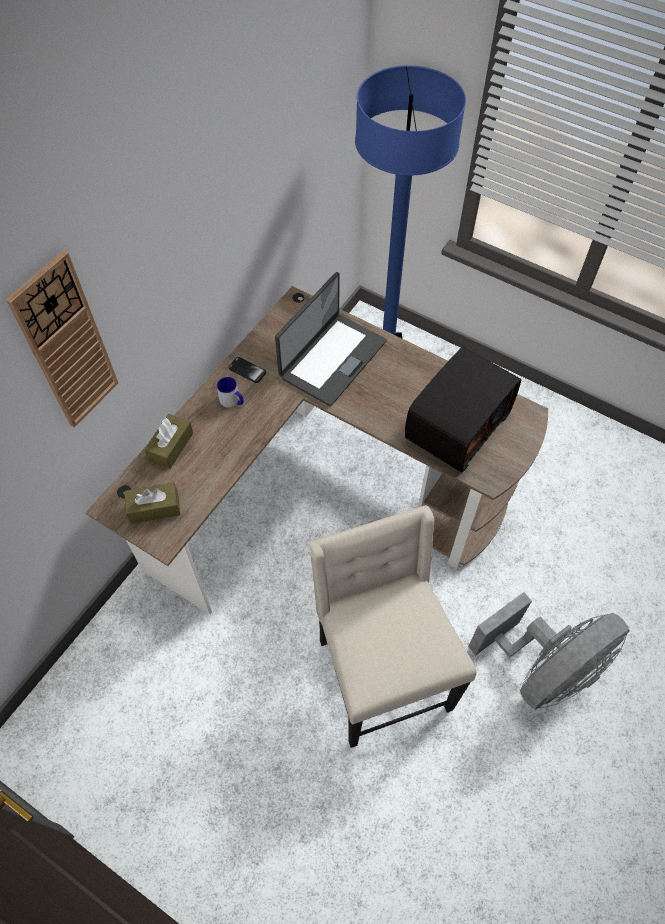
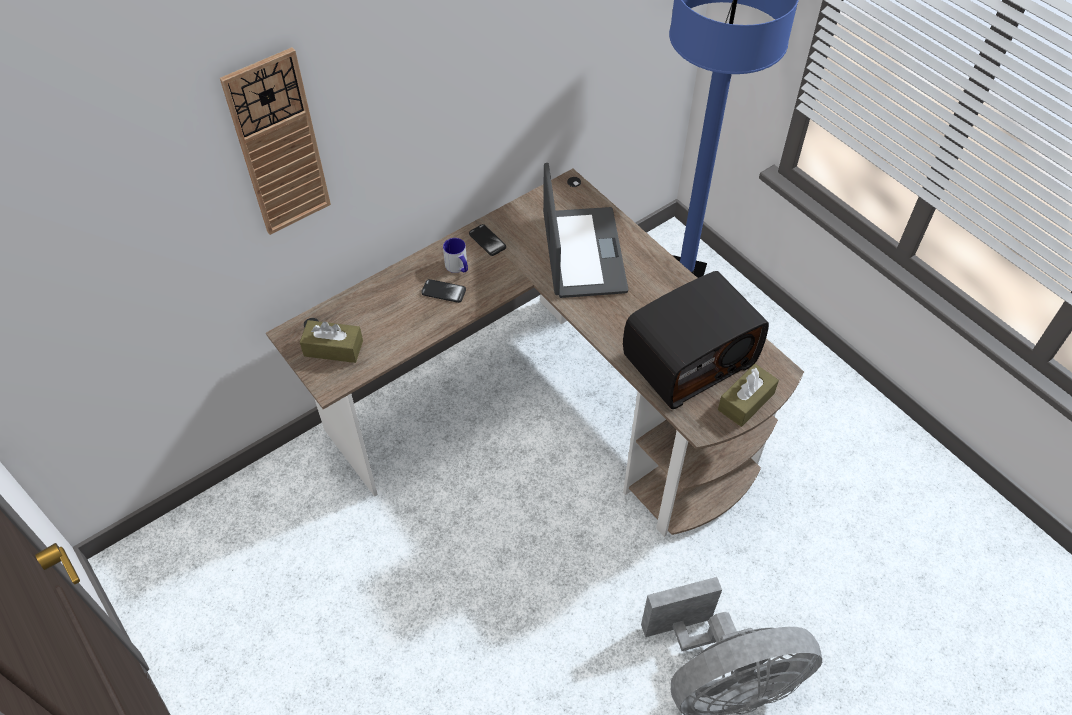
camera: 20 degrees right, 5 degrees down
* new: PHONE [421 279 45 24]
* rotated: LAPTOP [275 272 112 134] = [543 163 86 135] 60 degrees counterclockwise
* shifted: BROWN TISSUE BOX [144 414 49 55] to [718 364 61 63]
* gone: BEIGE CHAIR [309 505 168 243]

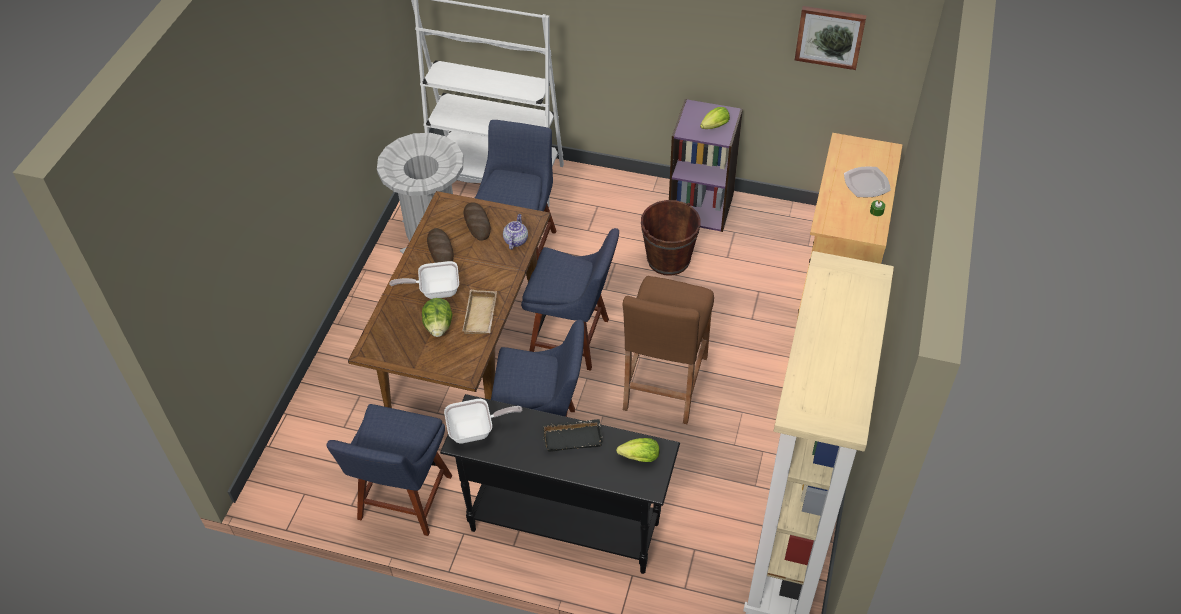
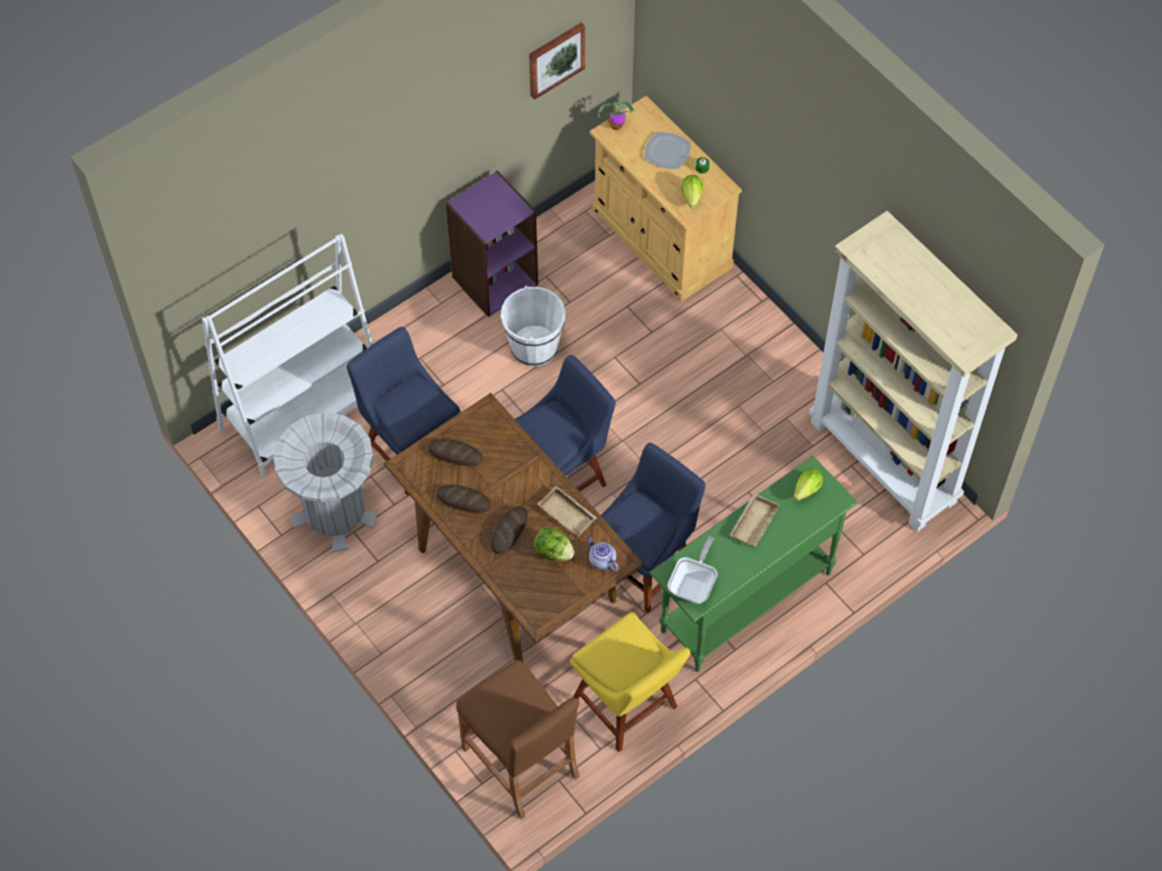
camera: 55 degrees left, 10 degrees up
* shifted: BROWN STOOL [623 276 91 148] to [456 660 124 160]
* swapped: FRYING PAN [390 261 69 38] to BREAD [491 506 37 48]
* repainted: BROWN BUCKET [641 200 60 76] to WHITE BUCKET [501 286 65 80]
* repainted: BLUE CHAIR [326 404 126 132] to YELLOW CHAIR [570 612 121 140]
* shifted: TEAPOT [503 214 25 35] to [587 536 32 36]
* new: POTTED PLANT [598 101 37 29]
* repainted: BLACK CONSOLE TABLE [440 394 240 180] to GREEN CONSOLE TABLE [649 456 209 216]
* shifted: LETTUCE [700 107 30 22] to [682 175 21 33]
* repainted: BLACK TRAY [542 419 61 33] to BEIGE TRAY [730 493 50 54]

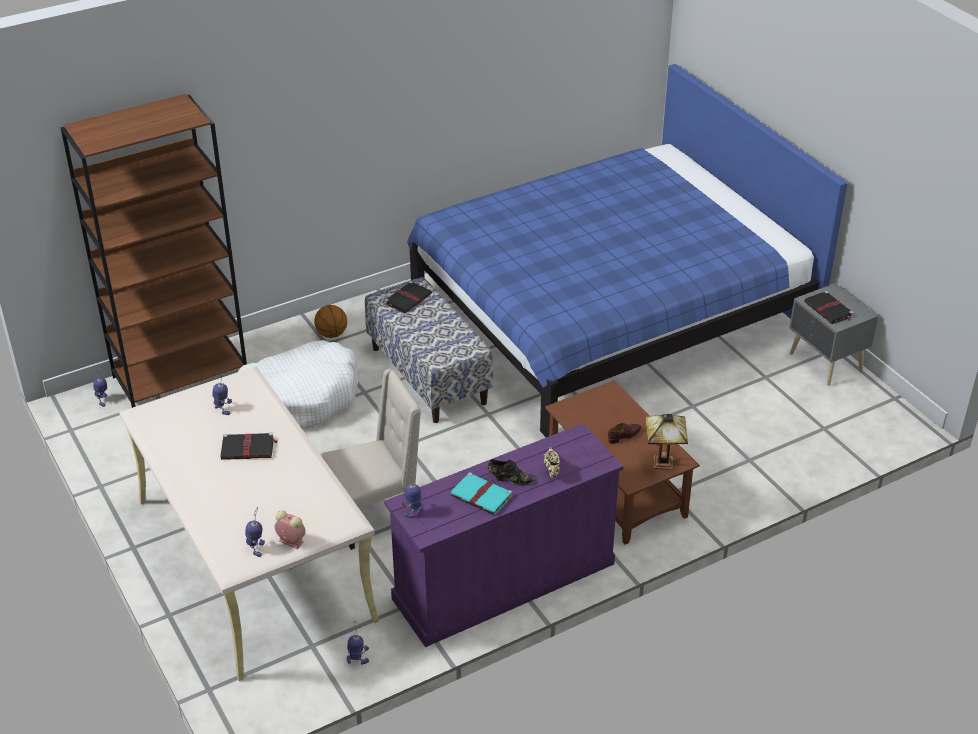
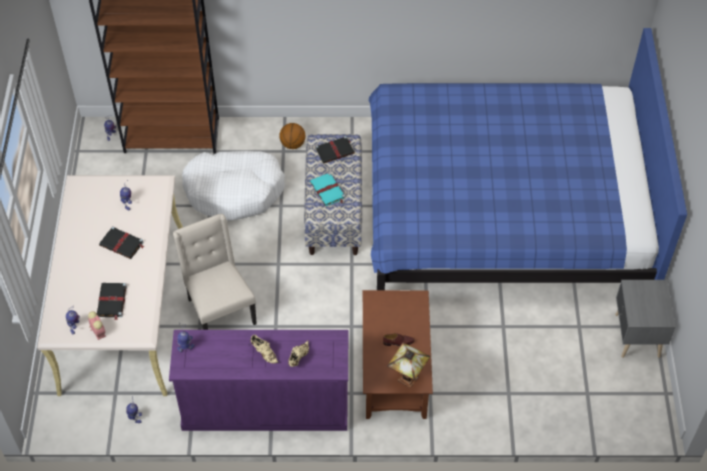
camera: 30 degrees right, 15 degrees up
* shifted: BLACK BOOK [804 291 50 33] to [97 283 30 37]
* rotated: BEIGE CHAIR [320 369 101 181] = [173 214 84 116] 120 degrees counterclockwise
* repainted: BLACK SHOE [488 459 48 27] to BEIGE SHOE [251 335 28 29]
* shifted: TURQUOISE BOOK [450 472 64 43] to [310 172 36 34]

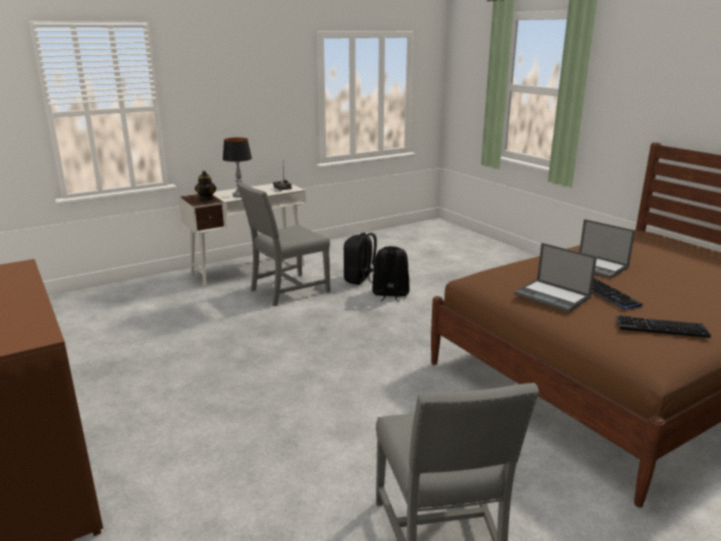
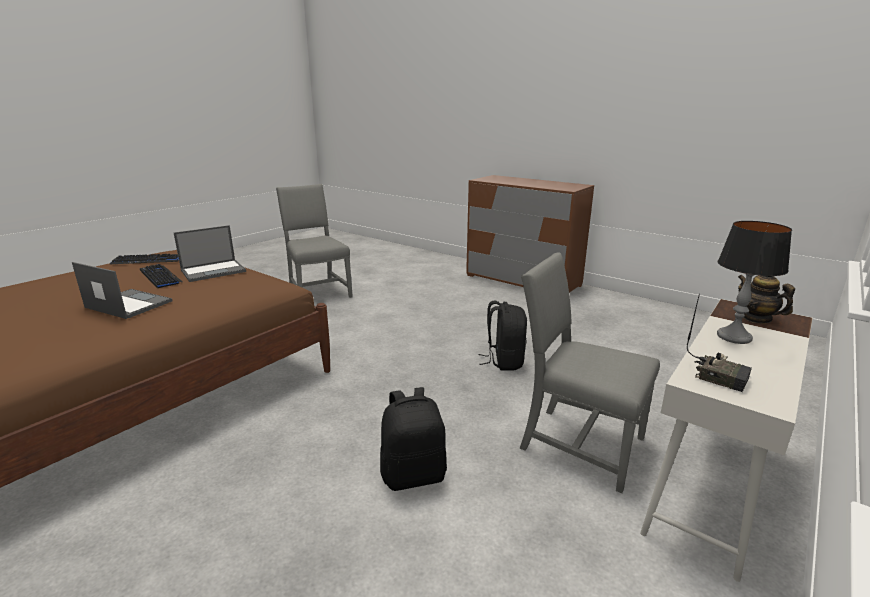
camera: 160 degrees right, 0 degrees up
* rotated: LAPTOP [514 243 83 69] = [174 225 72 57] 120 degrees clockwise
* shifted: BLACK BACKPACK [344 233 33 52] to [478 301 49 70]
* rotated: GREY CHAIR [236 182 94 124] = [520 252 140 241] 90 degrees counterclockwise

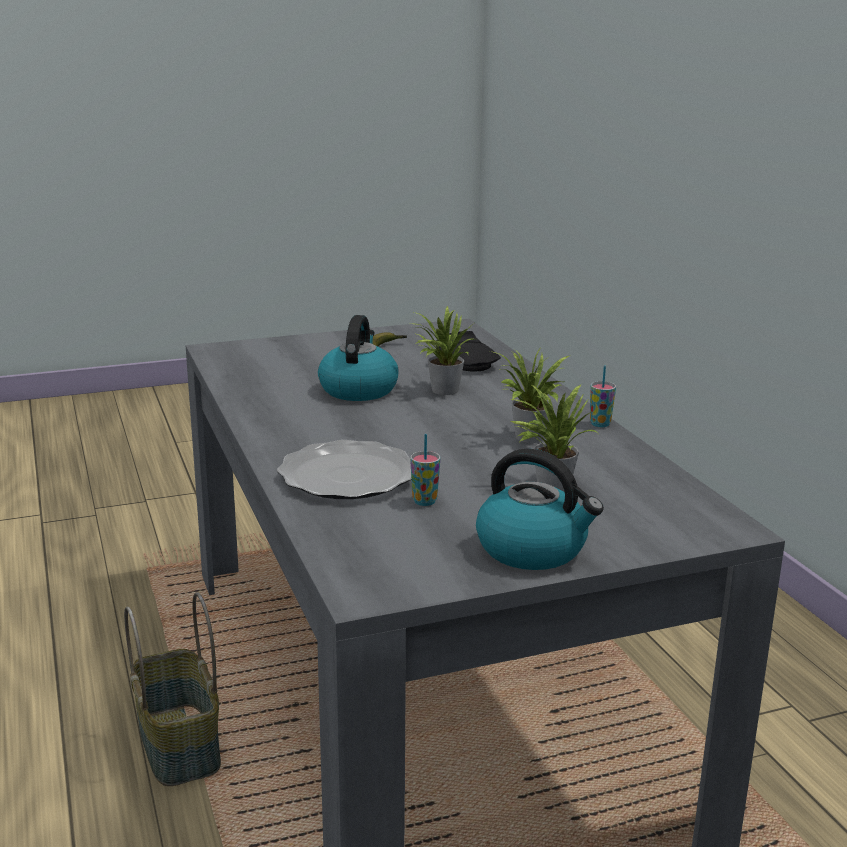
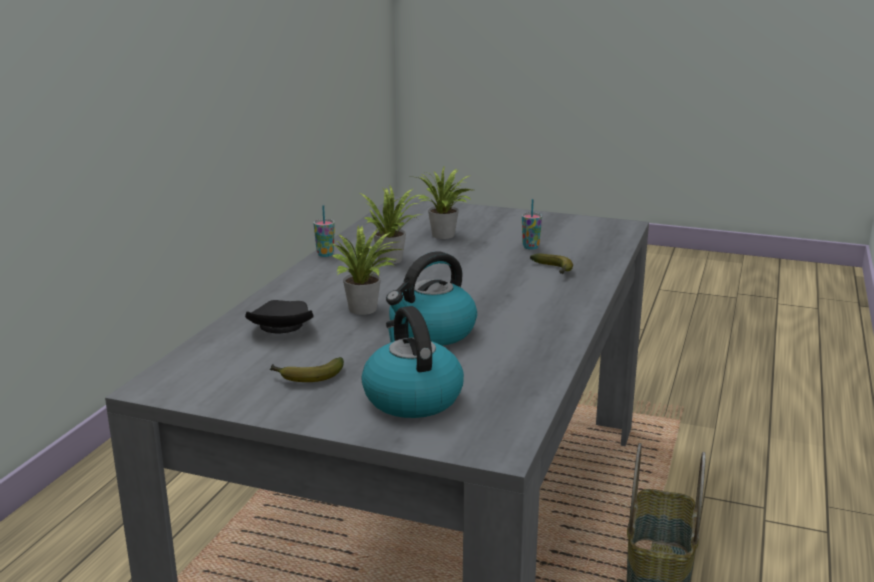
camera: 140 degrees left, 0 degrees up
* shifted: KETTLE [476 449 128 121] to [361 306 103 112]
* swapped: PLATE [277 440 135 59] to BANANA [530 254 43 20]

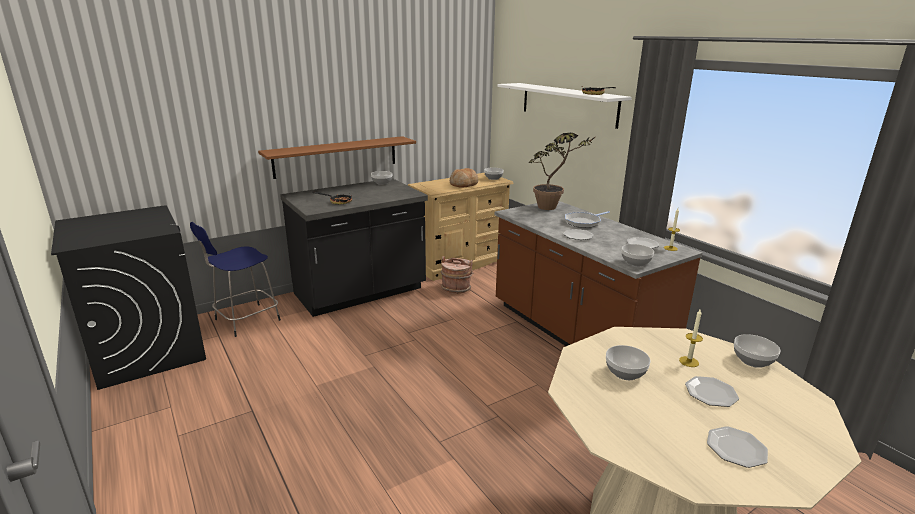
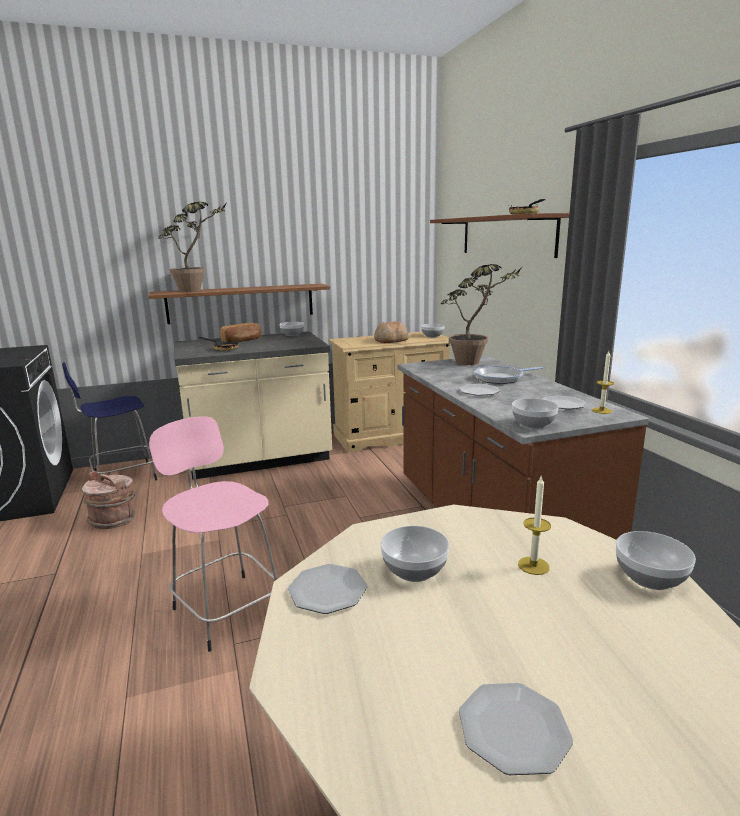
camera: 15 degrees right, 5 degrees down
* shifted: BROWN BUCKET [441 256 33 38] to [82 471 53 59]
* new: PINK STOOL [149 416 128 236]
* new: POTTED PLANT [158 202 68 90]
* repainted: BLACK COUNTER [280 178 148 139] to BEIGE COUNTER [174 331 158 149]
* new: BREAD [220 323 41 19]
* shifted: PLATE [685 376 54 31] to [288 564 79 50]
* repainted: WHITE SHELF [497 83 135 46] to BROWN SHELF [430 213 139 45]

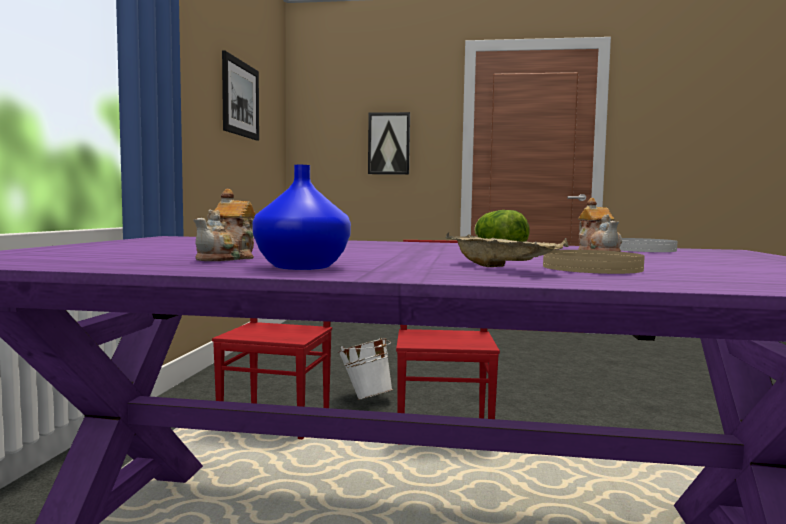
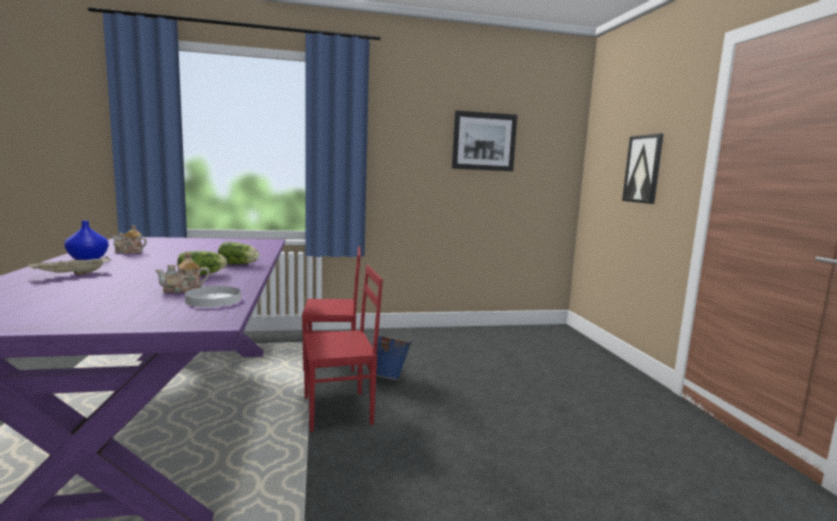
camera: 70 degrees right, 5 degrees up
* new: LETTUCE [218 242 42 22]
* repainted: WHITE BUCKET [338 338 55 62] to BLUE BUCKET [373 335 40 45]
* gone: BEIGE PLATE [543 250 102 24]

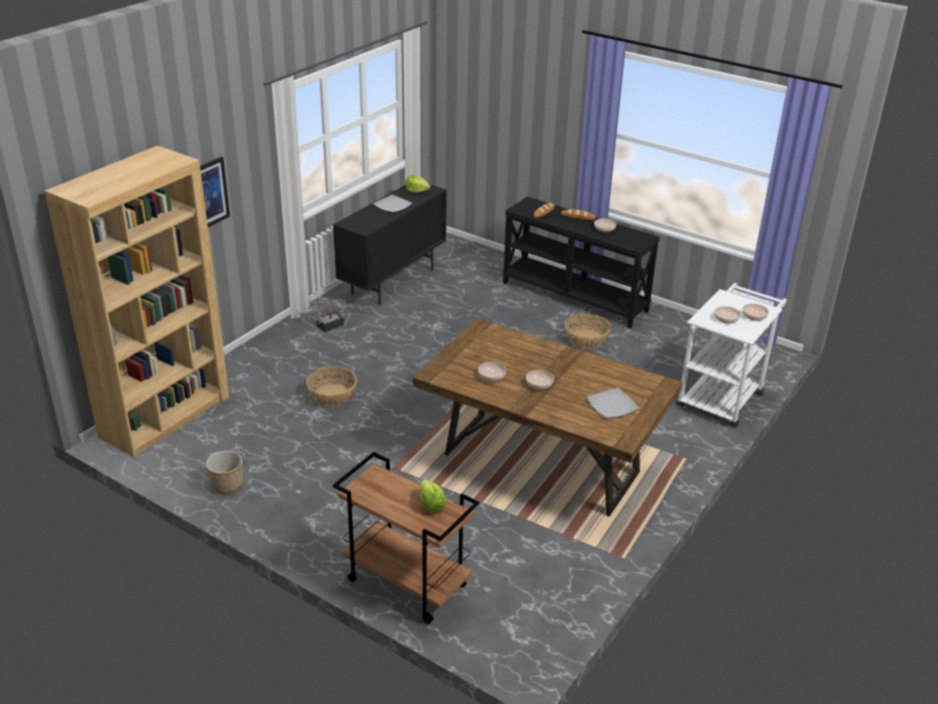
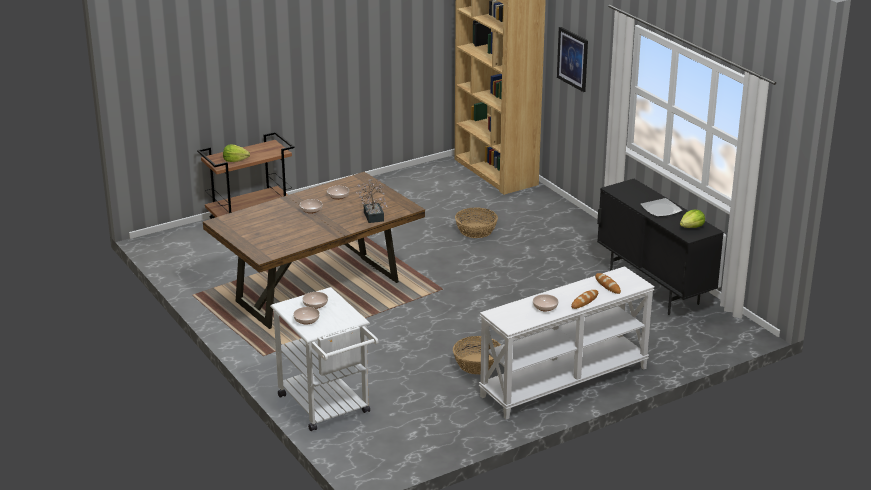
camera: 115 degrees right, 5 degrees down
* shifted: POTTED PLANT [308 298 38 34] to [356 179 32 44]
* repainted: BLACK CONSOLE TABLE [502 197 158 131] to WHITE CONSOLE TABLE [479 266 176 153]
* gone: PLANTER [206 451 37 43]
* gone: PLATE [586 388 53 30]

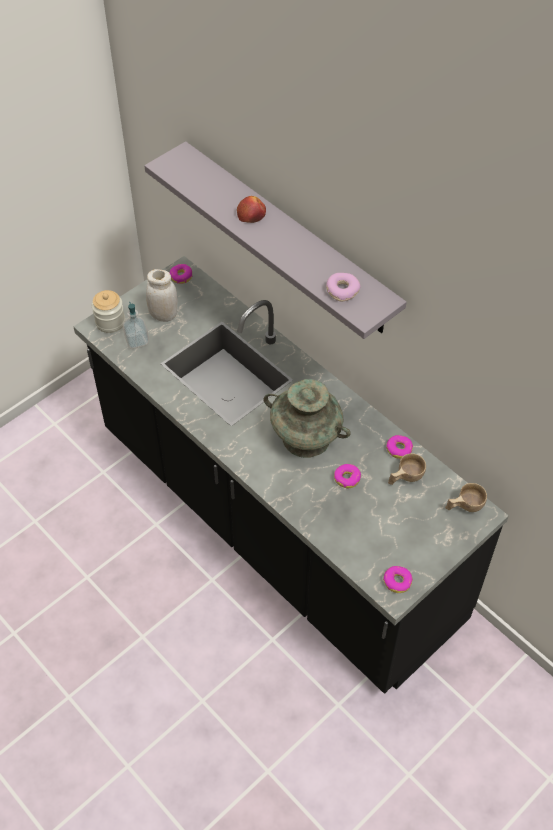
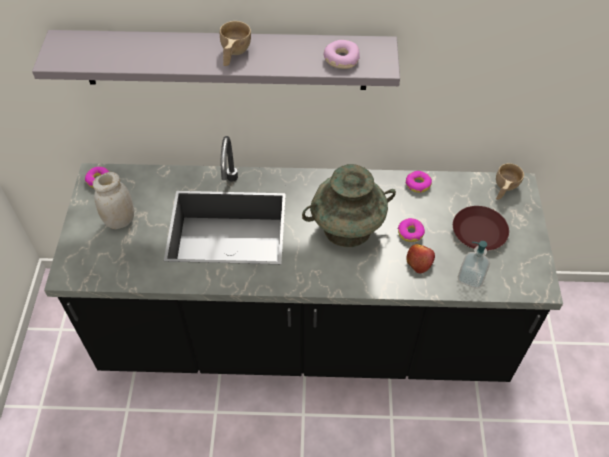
camera: 45 degrees left, 0 degrees up
* shifted: BEIGE CUP [388 453 38 32] to [220 21 31 45]
* shifted: APPLE [237 196 29 27] to [406 244 29 29]
* new: BROWN PLATE [453 206 56 45]
* shifted: SOAP DISPENSER [123 302 26 47] to [458 241 32 48]
* gone: JAR [92 290 33 43]
* gone: DONUT [383 566 30 27]

